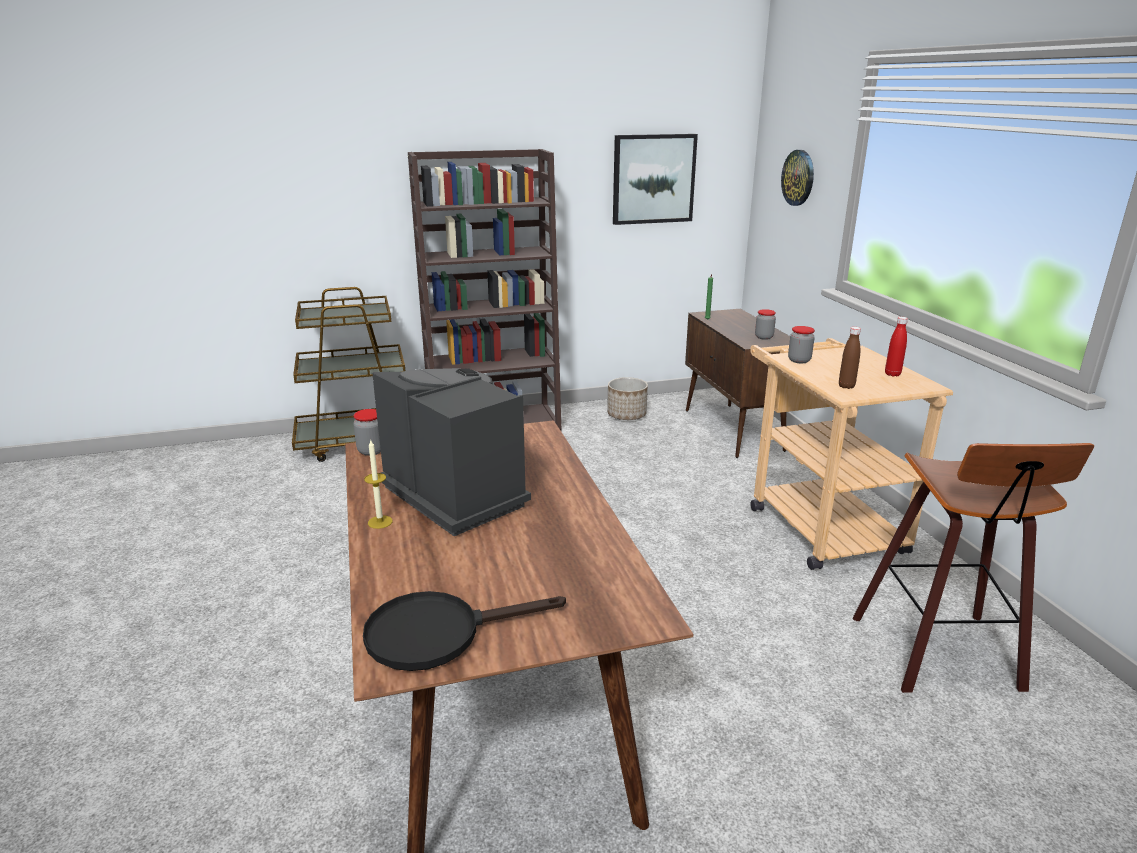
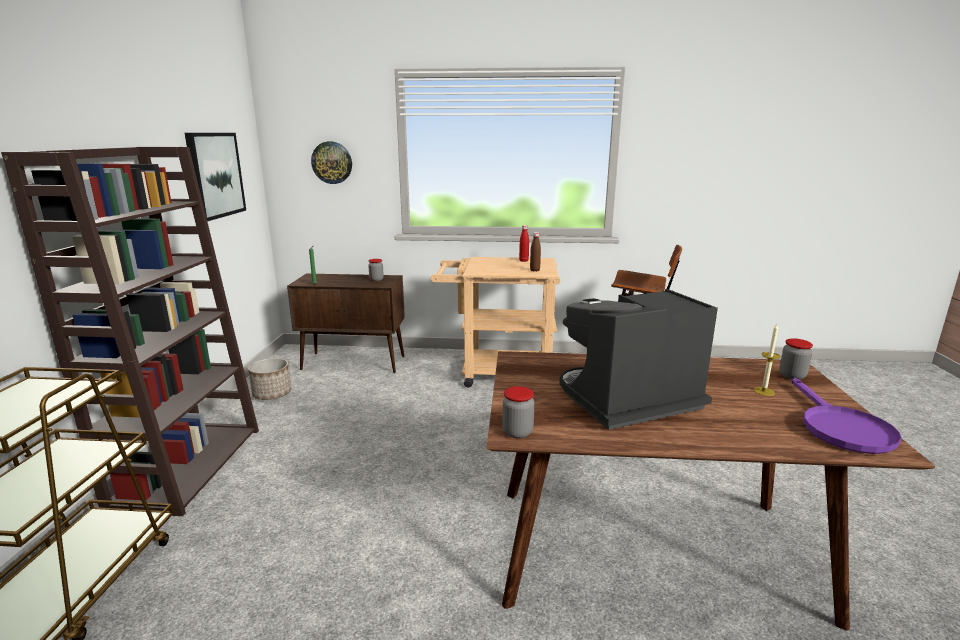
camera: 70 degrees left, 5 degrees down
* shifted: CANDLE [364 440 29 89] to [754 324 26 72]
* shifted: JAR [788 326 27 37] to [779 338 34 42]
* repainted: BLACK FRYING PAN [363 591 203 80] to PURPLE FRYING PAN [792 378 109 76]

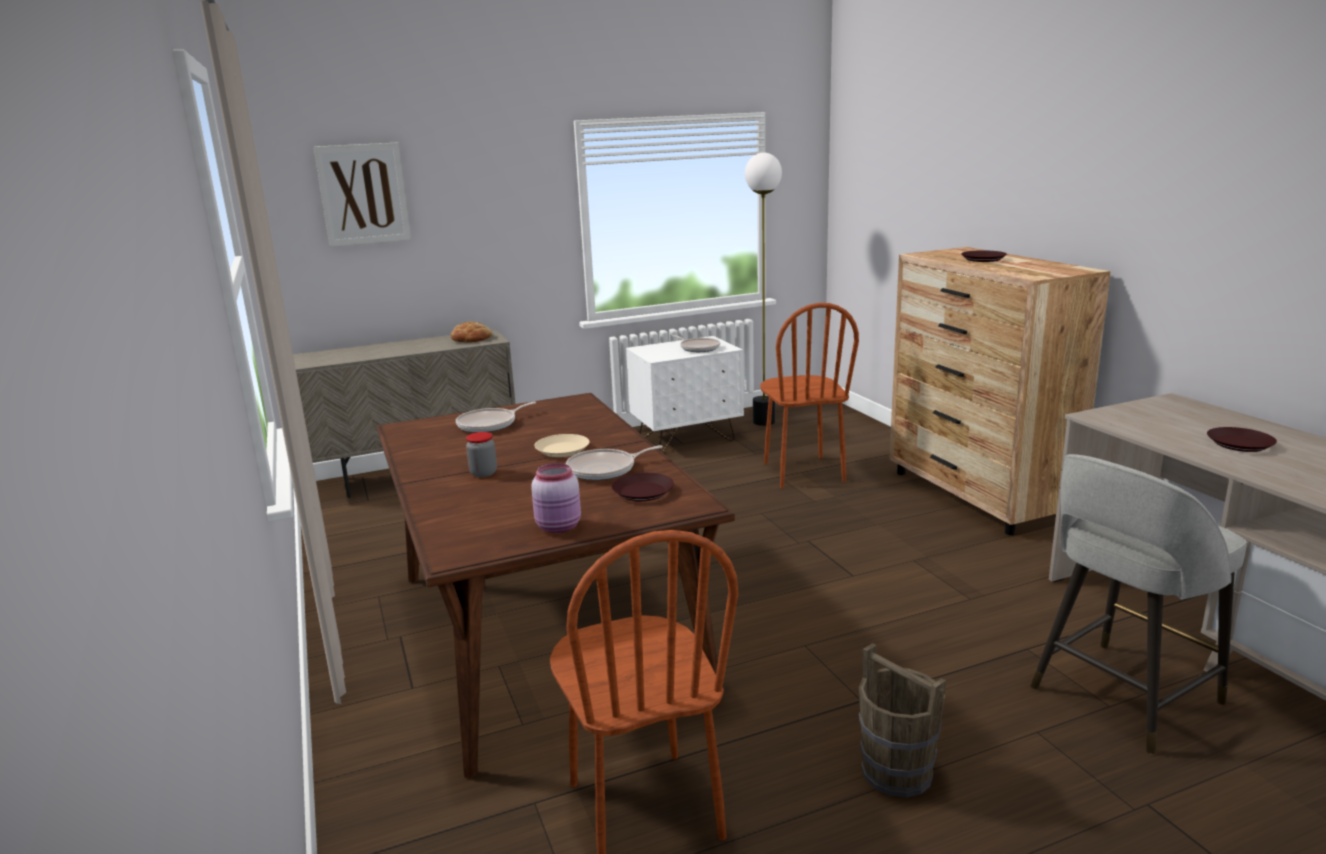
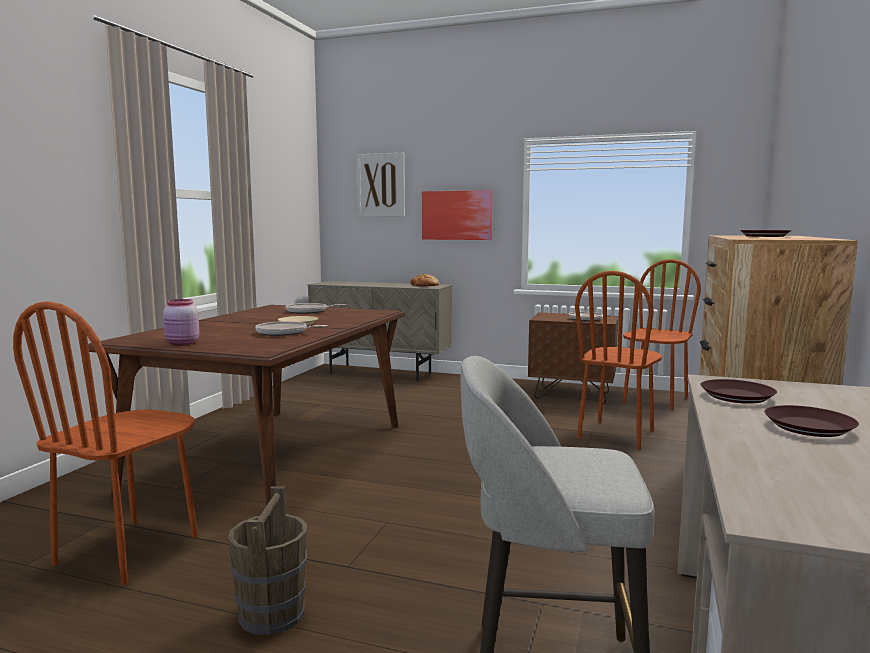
camera: 40 degrees right, 10 degrees down
* new: PICTURE [422 190 70 50]
* repainted: WHITE NIGHTSTAND [626 336 118 117] to BROWN NIGHTSTAND [528 312 91 92]
* swapped: FLOOR LAMP [745 153 37 273] to BROWN CHAIR [623 259 78 152]
* shifted: BROWN PLATE [611 473 63 28] to [700 379 77 25]
* gone: JAR [466 432 31 45]

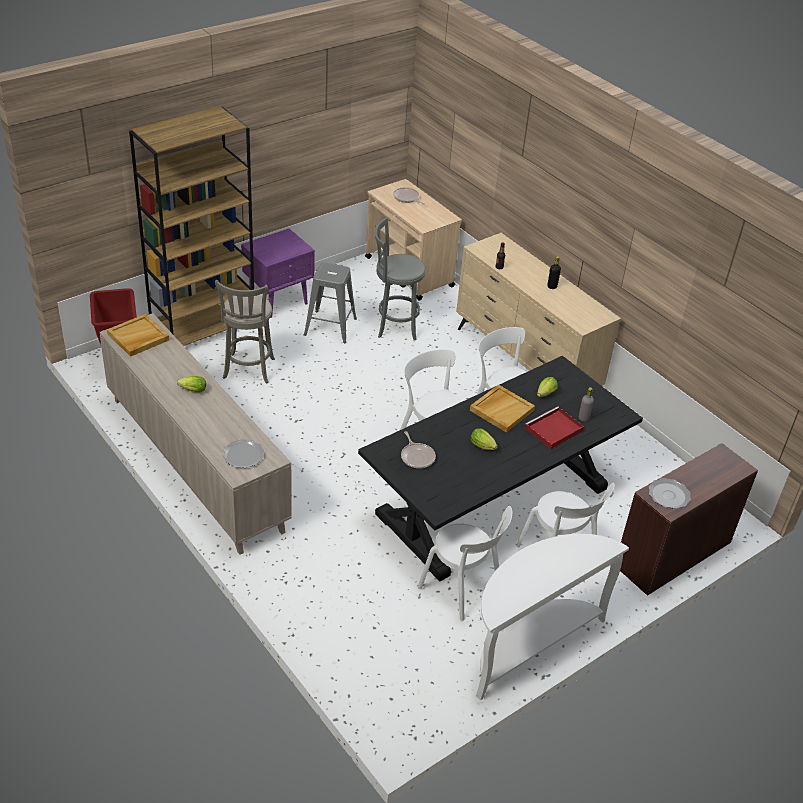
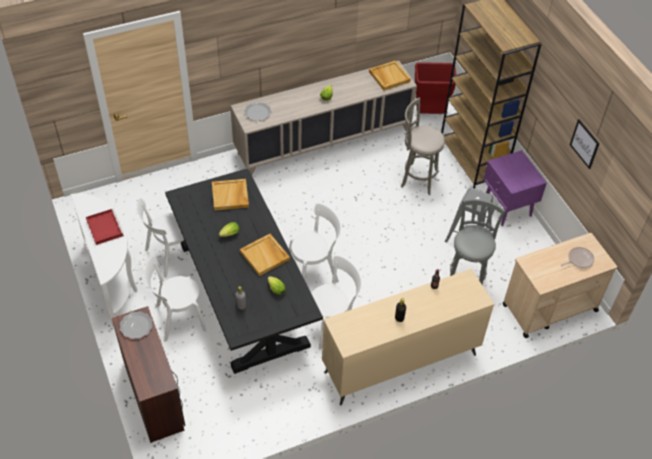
camera: 105 degrees right, 10 degrees up
* shifted: RED TRAY [525 406 59 43] to [86 209 38 36]
* swapped: FRYING PAN [401 431 35 38] to BEIGE TRAY [212 179 37 32]
* new: PICTURE [570 119 30 50]

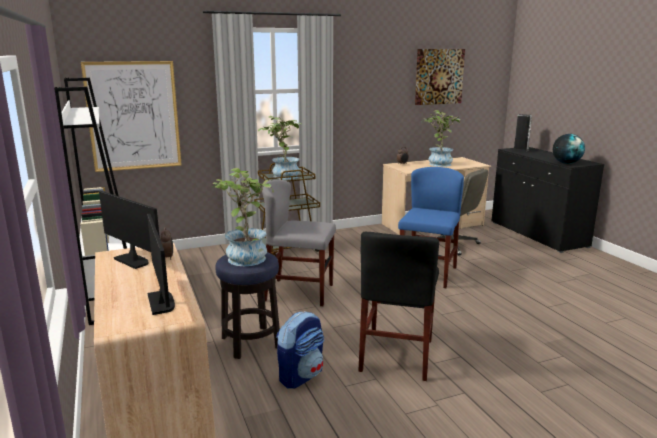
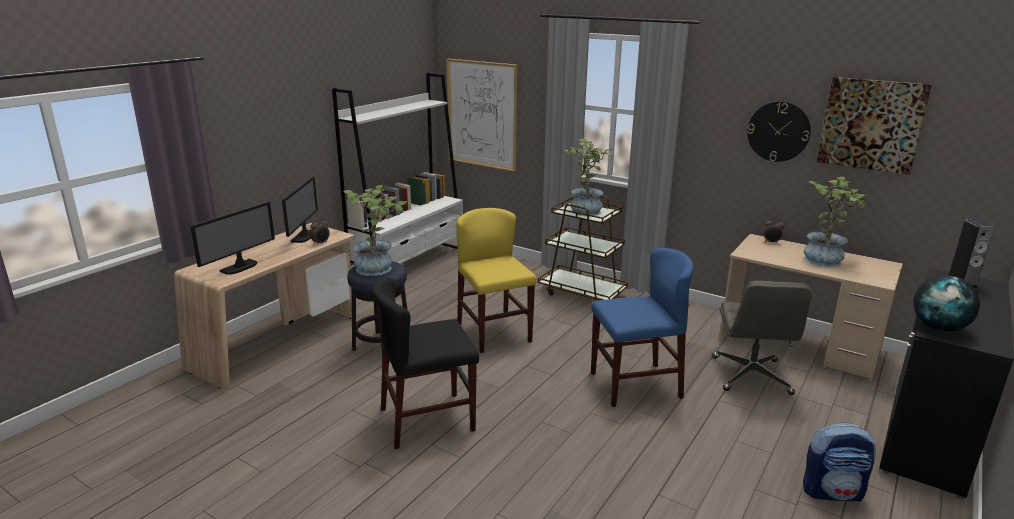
camera: 55 degrees right, 5 degrees up
* repainted: GREY CHAIR [262 180 74 126] to YELLOW CHAIR [456 208 80 145]
* new: WALL CLOCK [747 101 64 61]
* shifted: BACKPACK [276 311 48 78] to [803 422 73 80]

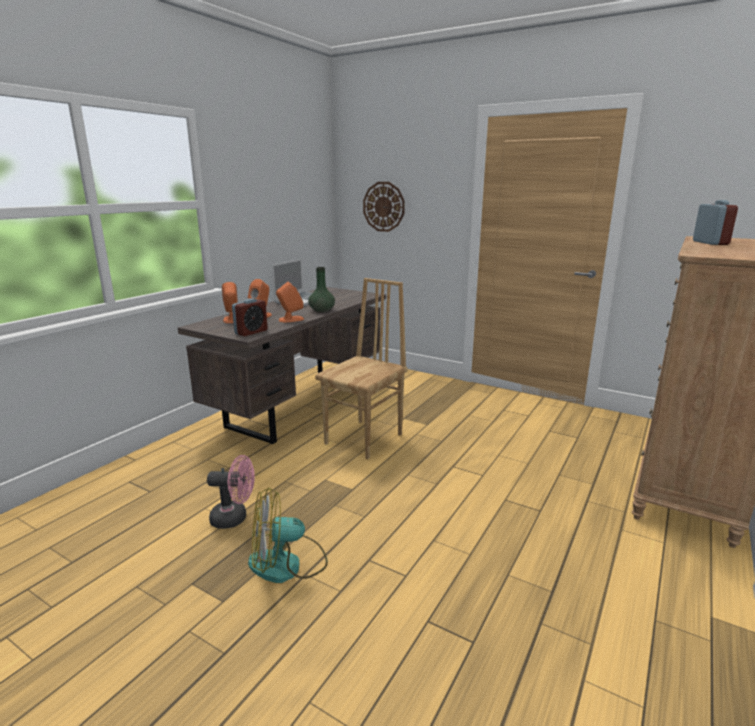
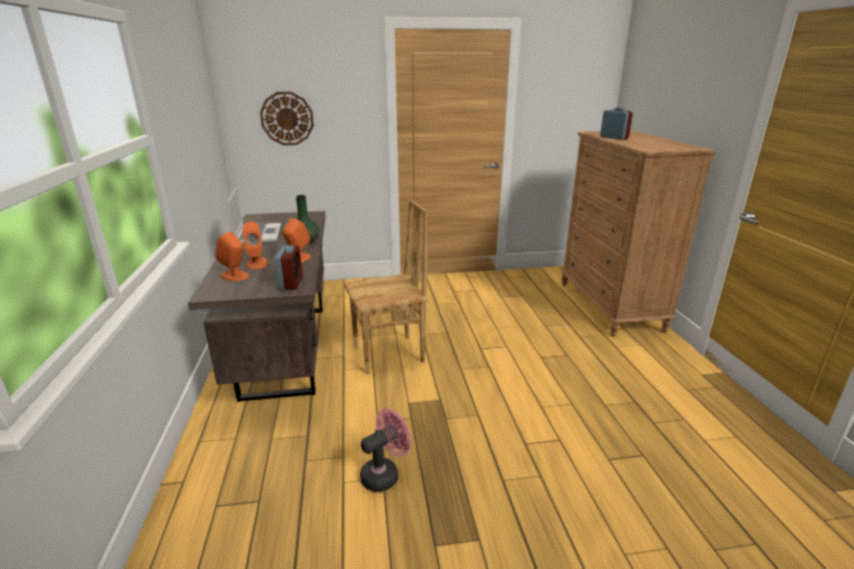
camera: 40 degrees left, 5 degrees up
* rotated: BROWN CHAIR [315 278 93 181] = [344 199 84 175] 75 degrees clockwise
* gone: FAN [248 488 80 95]

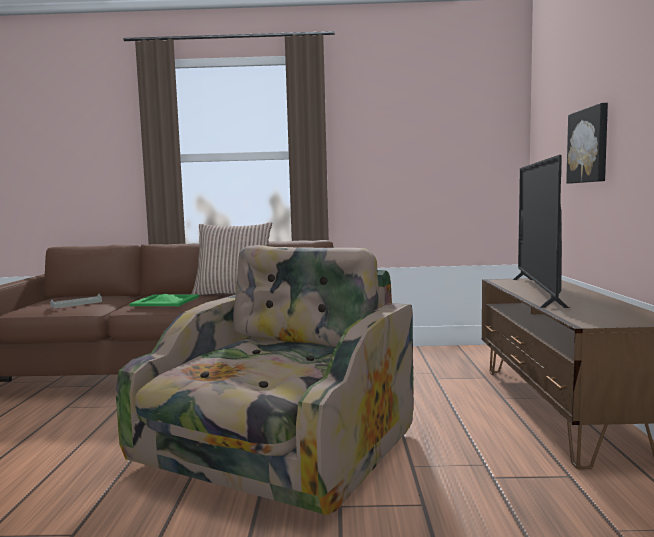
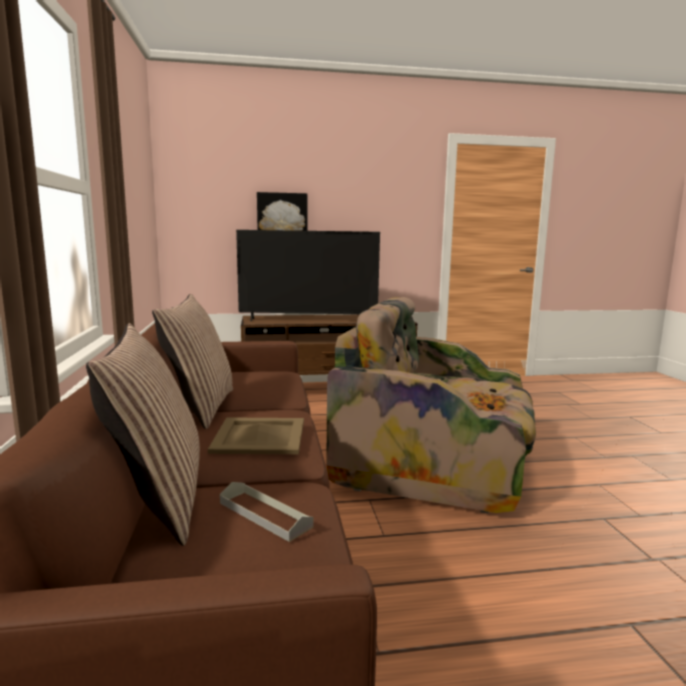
camera: 100 degrees left, 5 degrees up
* new: PILLOW [86 323 114 223]
* repainted: GREEN TRAY [129 294 70 12] to BEIGE TRAY [208 417 96 37]

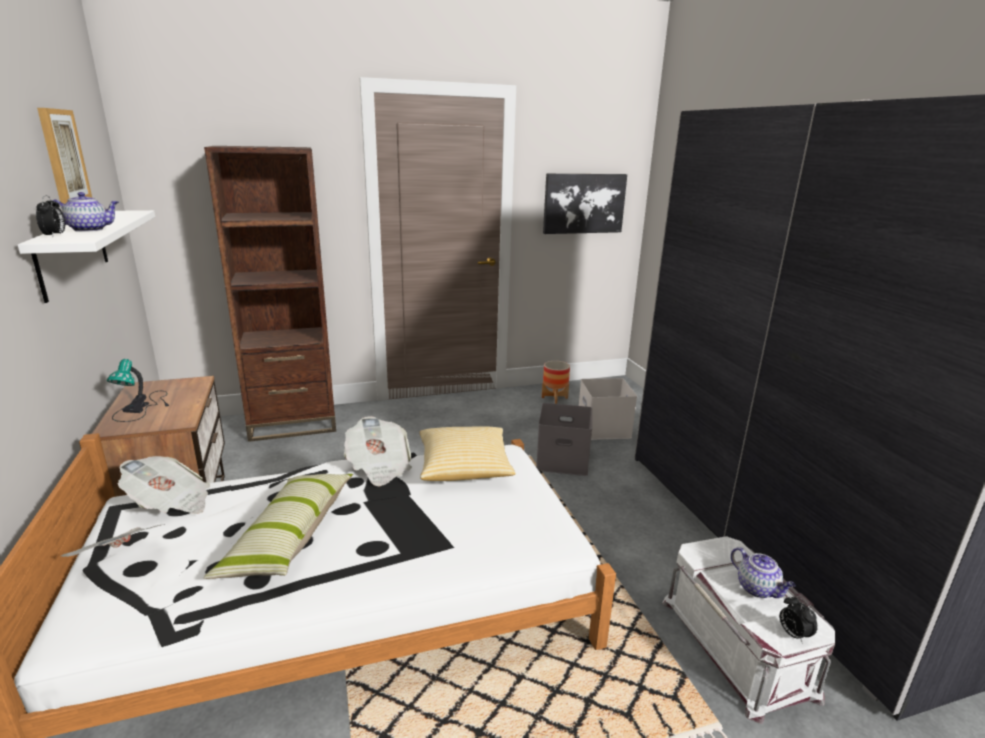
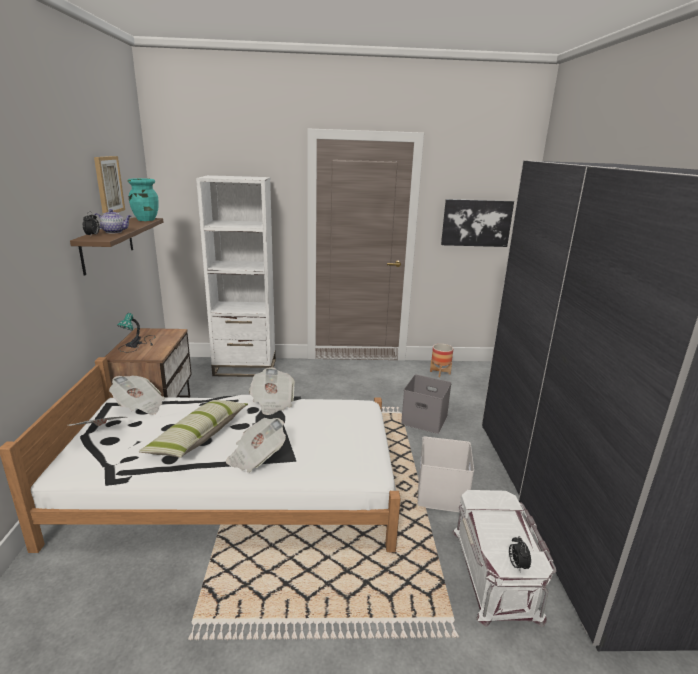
camera: 15 degrees right, 0 degrees up
* repainted: WHITE SHELF [18 210 137 93] to BROWN SHELF [70 217 93 58]
* new: TURQUOISE VASE [127 178 32 43]
* repainted: BROWN BOOKCASE [204 146 132 296] to WHITE BOOKCASE [196 175 80 202]
* new: NEWSPAPER [226 418 60 55]
* shifted: WHITE STORAGE BOX [579 378 58 62] to [418 437 56 75]
* gone: PILLOW [419 426 97 55]
* gone: TEAPOT [731 547 65 51]

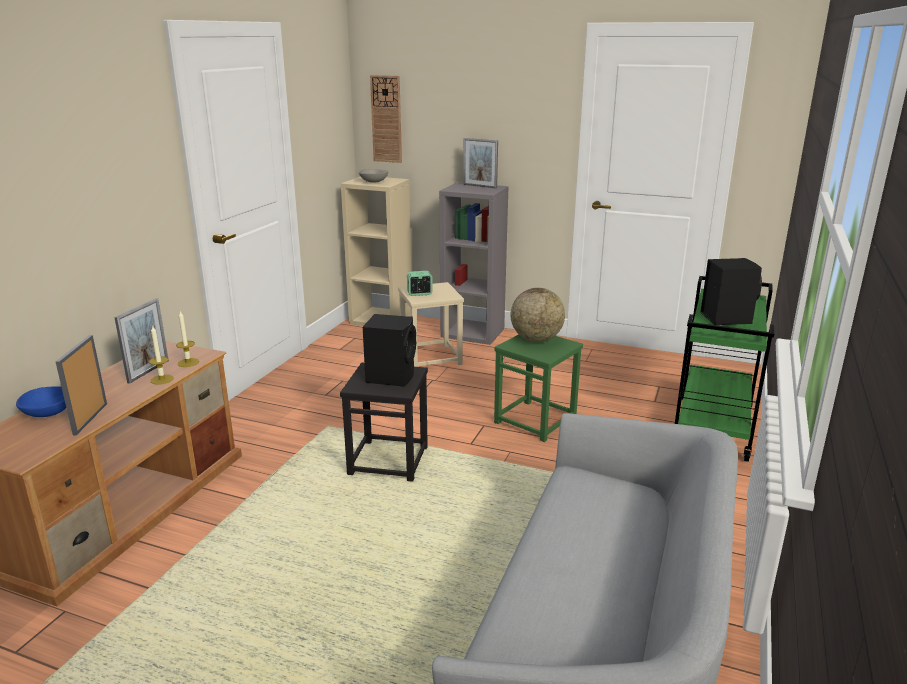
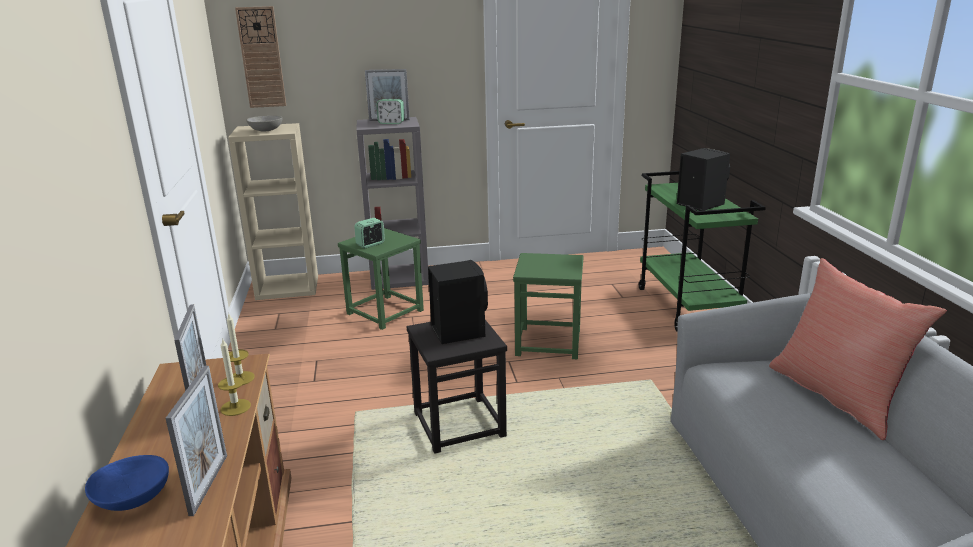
camera: 30 degrees left, 0 degrees up
* rotated: PICTURE FRAME [55 335 52 100] = [165 366 62 150] 150 degrees counterclockwise
* repainted: BEIGE STOOL [398 282 66 85] to GREEN STOOL [338 228 86 102]
* new: ALARM CLOCK [376 99 29 25]
* new: RED PILLOW [769 258 178 182]
* gone: GLOBE [511 288 54 54]

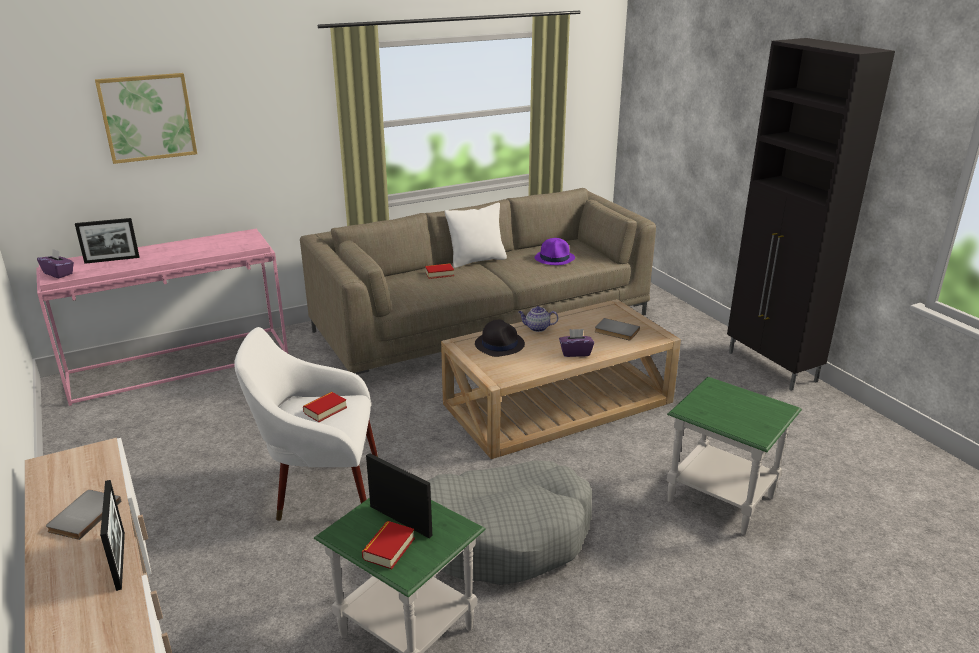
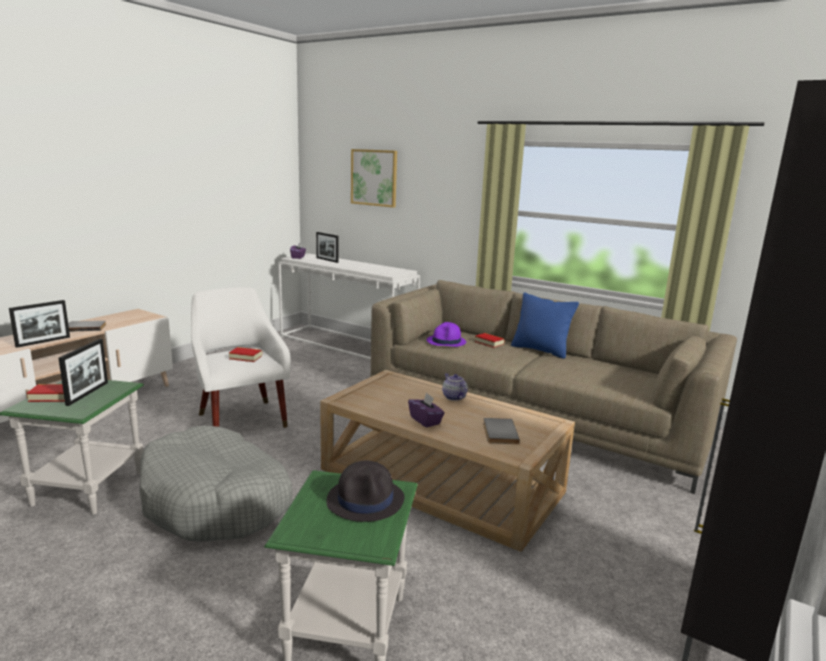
camera: 60 degrees right, 10 degrees down
* repainted: PINK CONSOLE TABLE [36 229 252 177] to WHITE CONSOLE TABLE [278 254 142 106]
* shifted: BLACK HAT [475 320 50 37] to [326 461 78 61]
* shifted: PURPLE HAT [534 238 41 27] to [427 322 39 25]
* repainted: WHITE PILLOW [445 203 62 65] to BLUE PILLOW [511 292 68 67]

